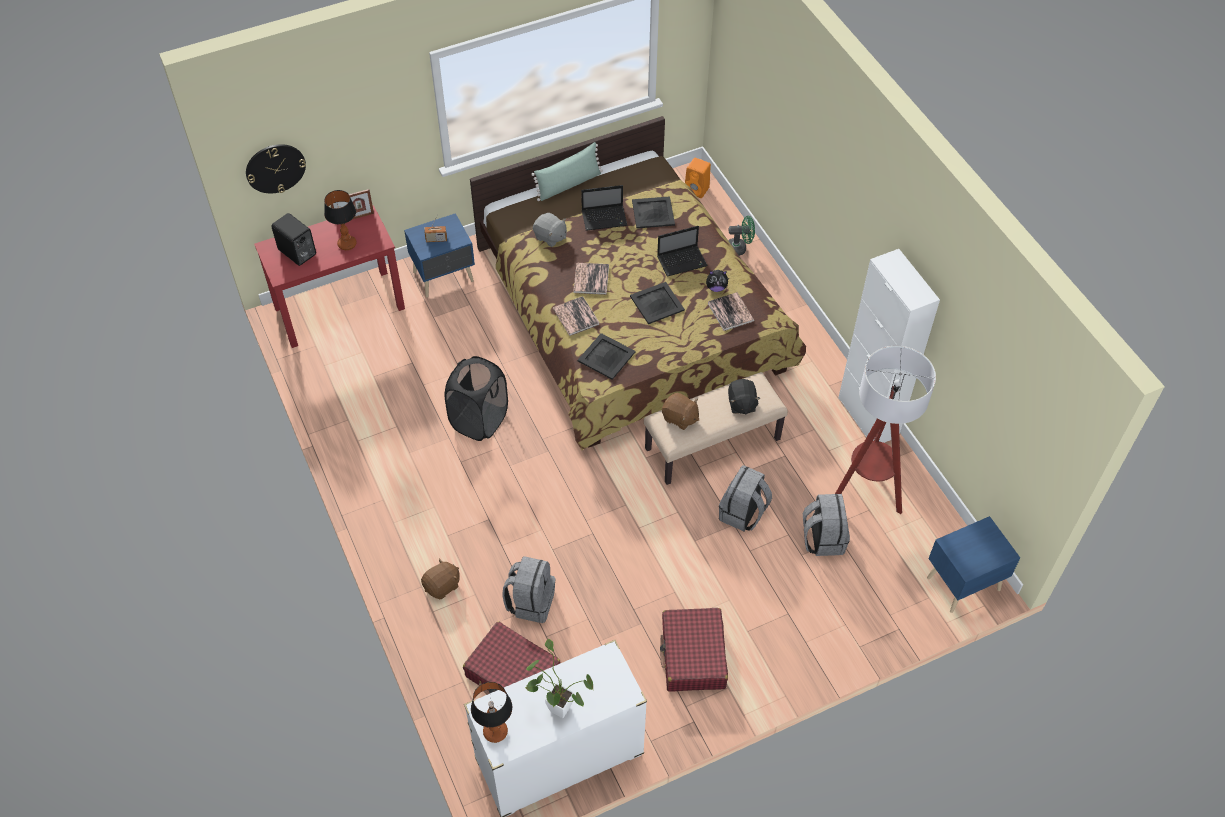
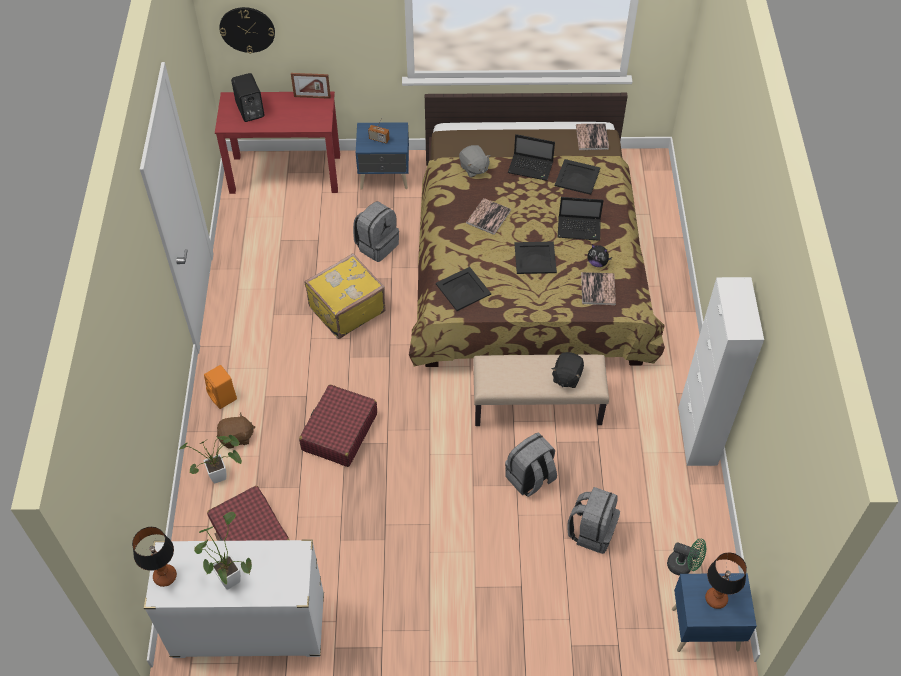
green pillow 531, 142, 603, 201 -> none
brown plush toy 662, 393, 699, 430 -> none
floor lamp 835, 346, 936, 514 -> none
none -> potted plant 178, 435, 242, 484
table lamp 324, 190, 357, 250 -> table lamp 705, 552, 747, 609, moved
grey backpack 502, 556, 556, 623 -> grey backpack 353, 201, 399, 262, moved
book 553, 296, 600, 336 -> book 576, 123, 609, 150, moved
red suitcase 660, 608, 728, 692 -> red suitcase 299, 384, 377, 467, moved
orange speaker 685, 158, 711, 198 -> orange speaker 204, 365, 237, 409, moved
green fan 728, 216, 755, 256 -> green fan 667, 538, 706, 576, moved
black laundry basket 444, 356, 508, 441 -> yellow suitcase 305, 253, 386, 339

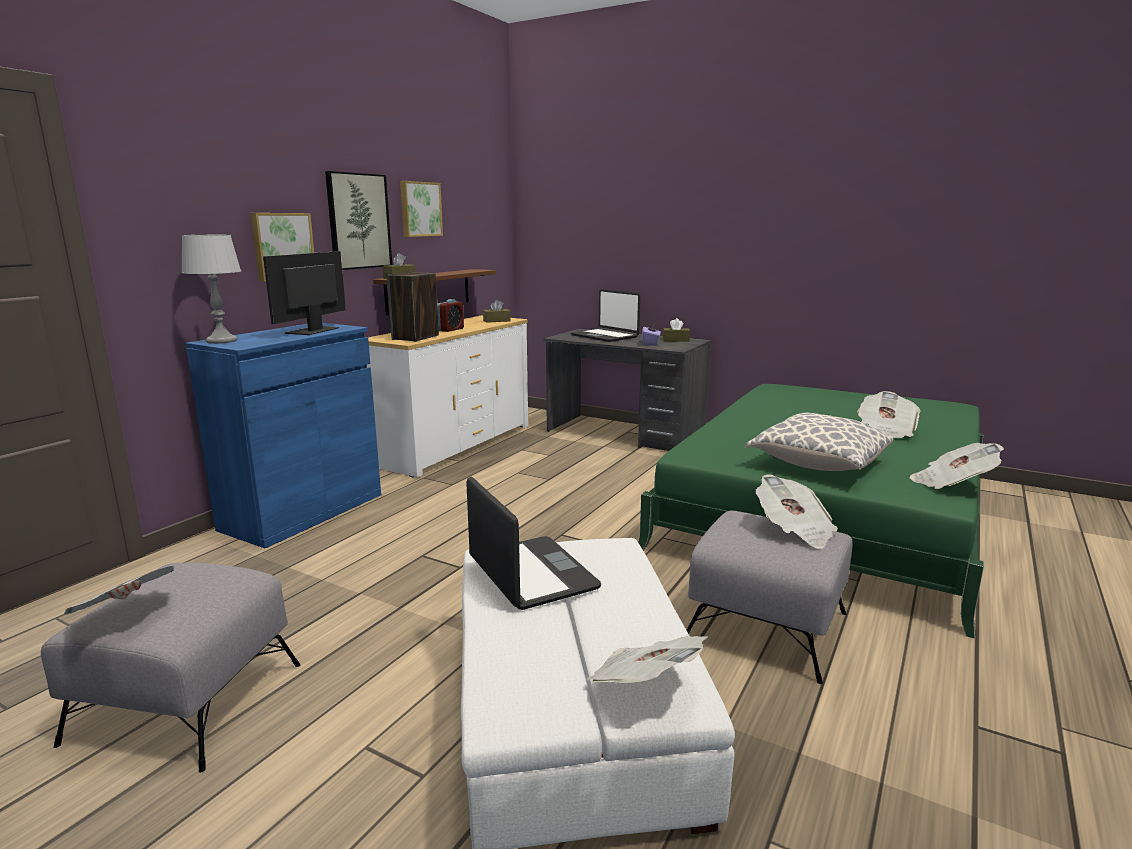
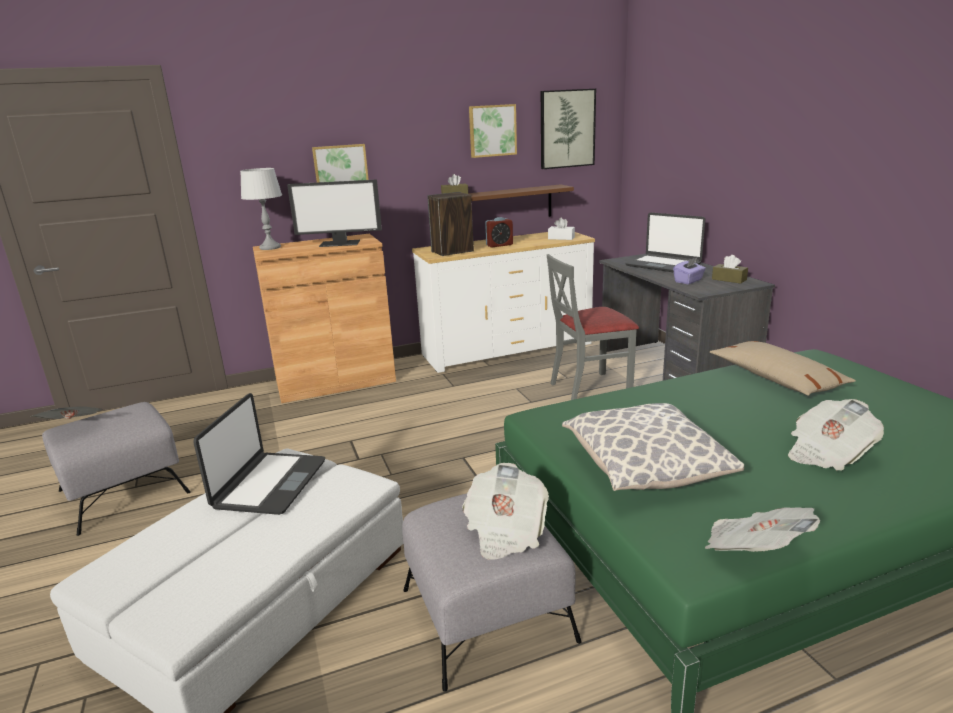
newspaper 586, 636, 708, 683 -> none
none -> grey chair 547, 254, 639, 400
none -> beige pillow 710, 341, 856, 396
picture 325, 171, 392, 270 -> picture 541, 89, 596, 169, moved
blue cabinet 186, 323, 381, 549 -> brown cabinet 253, 234, 396, 403
brown tissue box 483, 300, 510, 323 -> white tissue box 548, 218, 575, 240
monitor 263, 251, 346, 335 -> monitor 287, 179, 382, 247, 150 degrees counterclockwise
laptop 571, 289, 641, 342 -> laptop 625, 213, 705, 272, 45 degrees counterclockwise

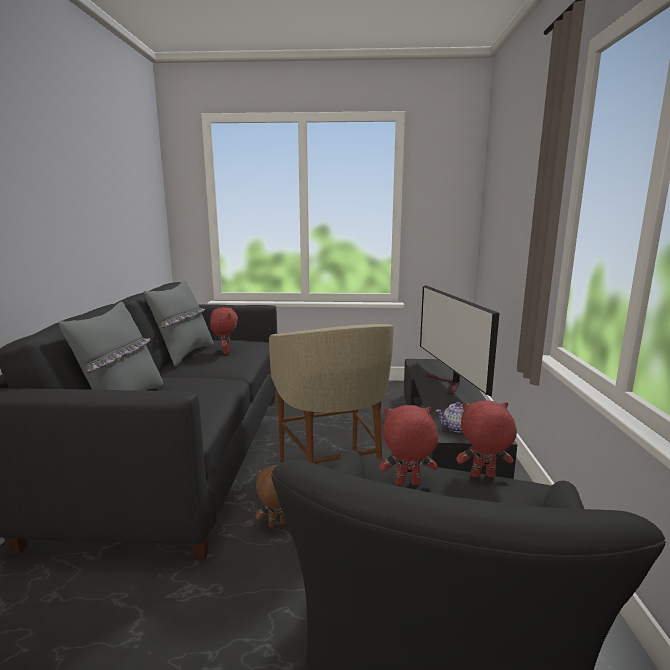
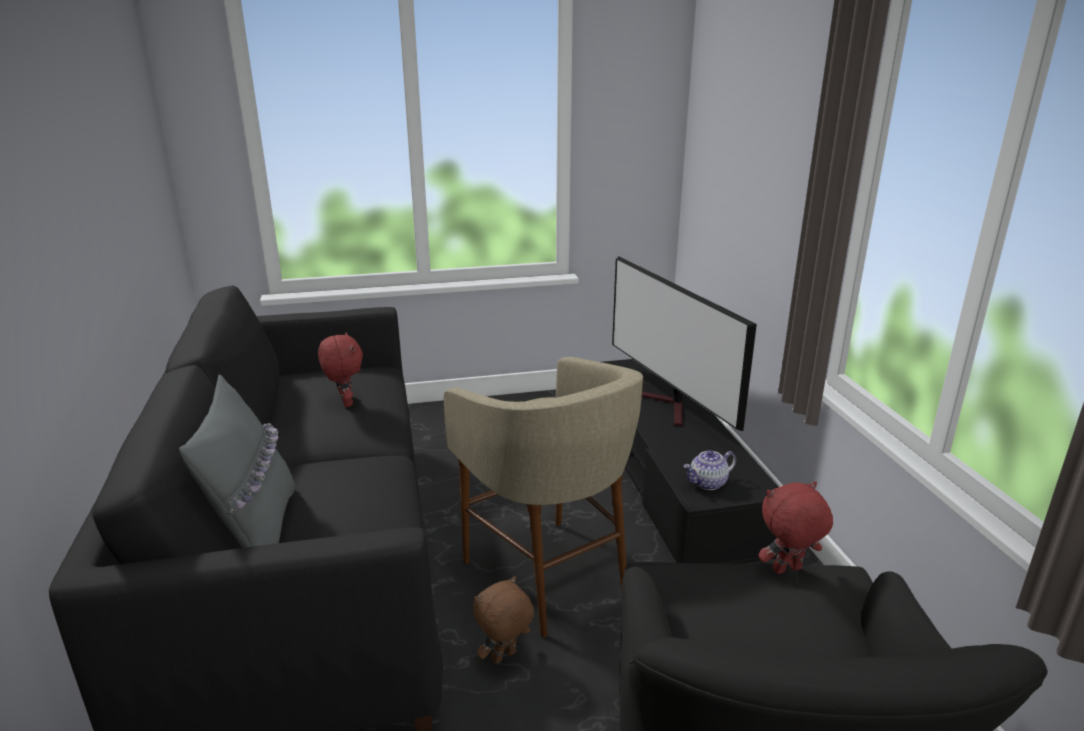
grey pillow 144, 281, 213, 366 -> none
red plush toy 379, 405, 438, 486 -> none

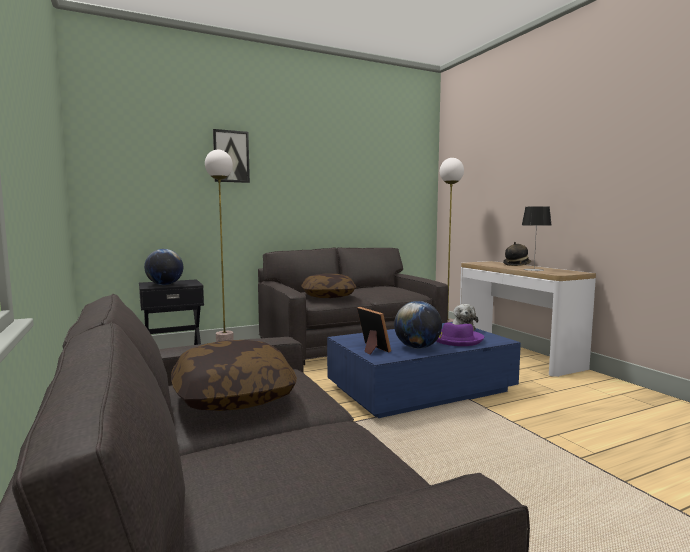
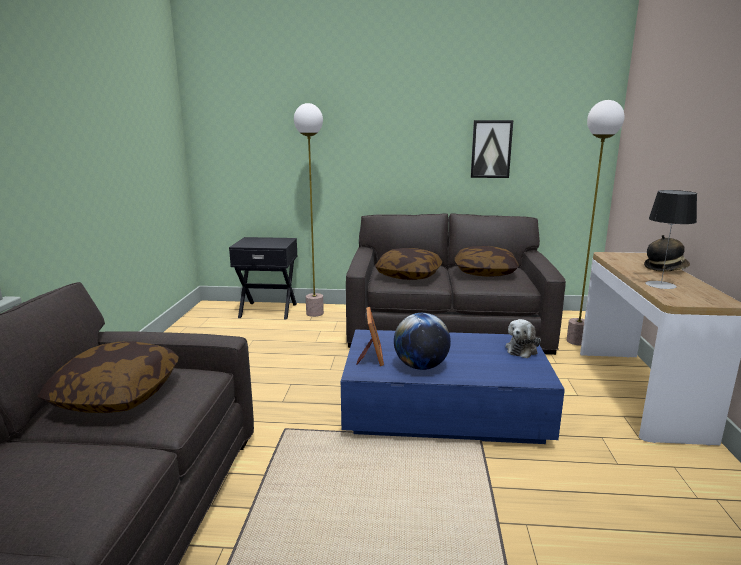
globe 144, 249, 183, 285 -> none
purple hat 436, 322, 484, 346 -> none
none -> pillow 455, 246, 519, 277
picture 213, 129, 250, 183 -> picture 471, 120, 513, 178, moved

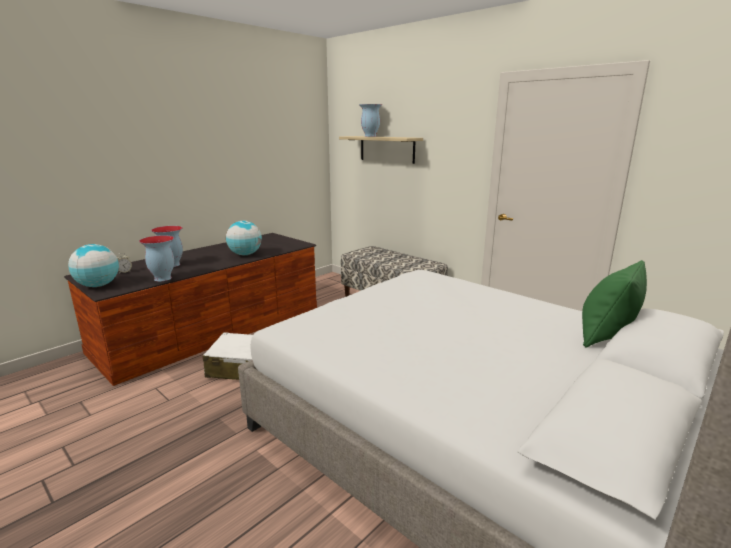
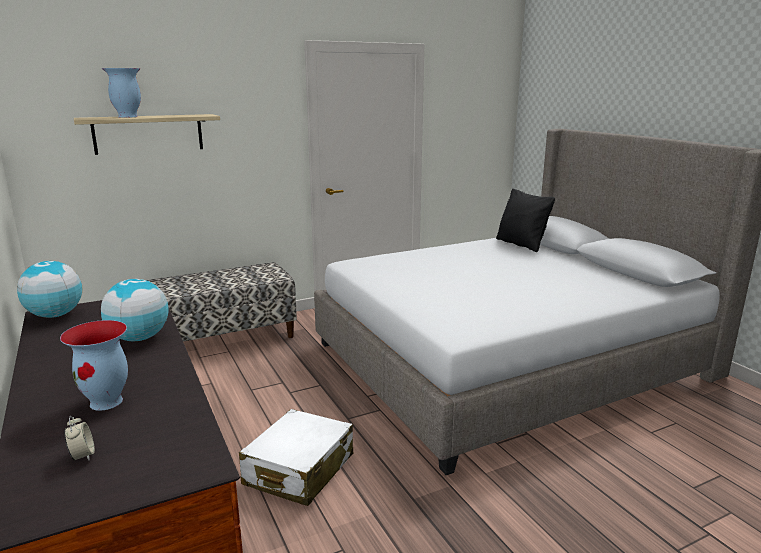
vase 139, 235, 174, 281 -> none
globe 68, 244, 119, 287 -> globe 17, 261, 83, 318, moved
green pillow 582, 260, 647, 348 -> black pillow 496, 189, 555, 252

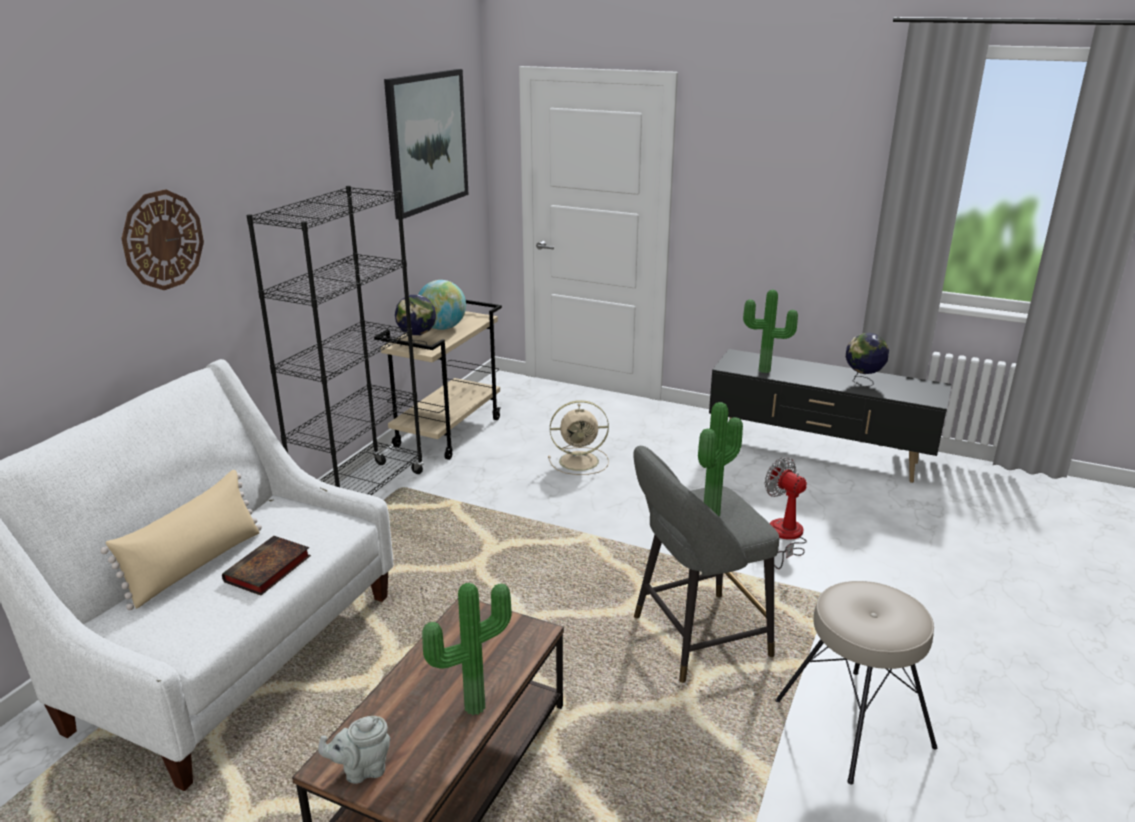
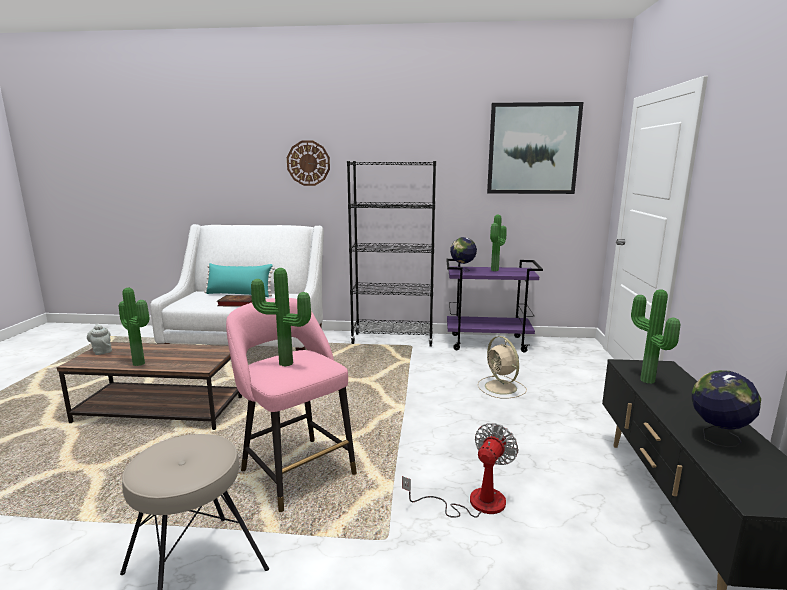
globe 418, 280, 466, 330 -> potted plant 490, 215, 507, 271
beige pillow 100, 470, 262, 610 -> turquoise pillow 204, 263, 275, 297
beige cart 374, 300, 502, 460 -> purple cart 446, 259, 543, 353
grey stool 633, 446, 779, 683 -> pink stool 226, 298, 357, 512

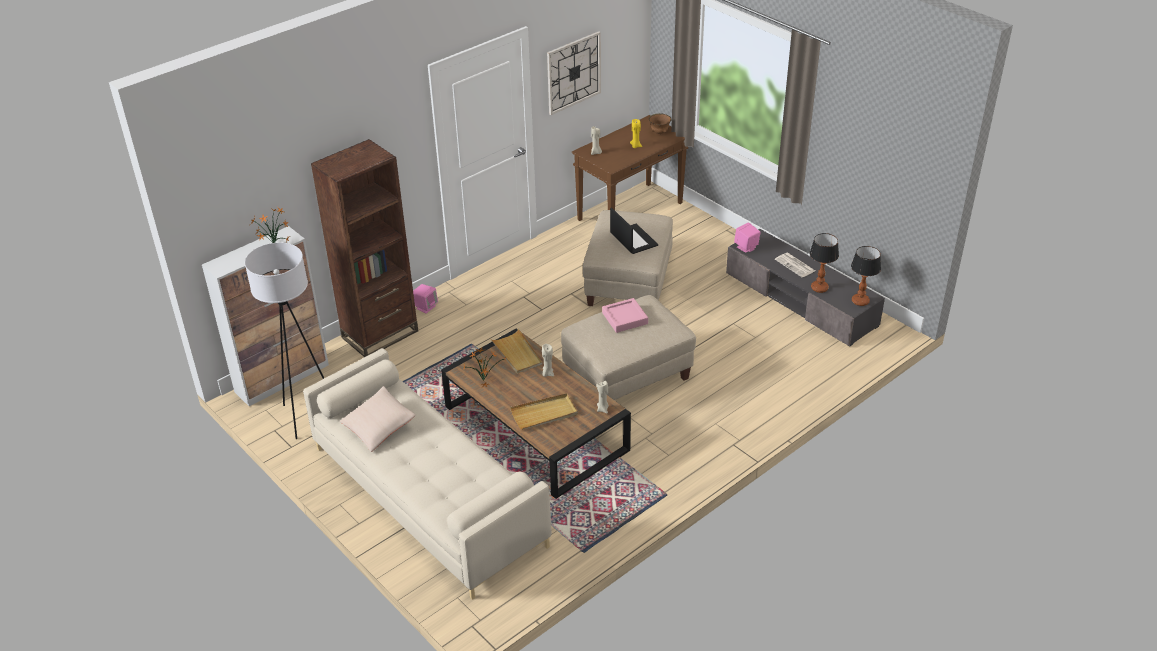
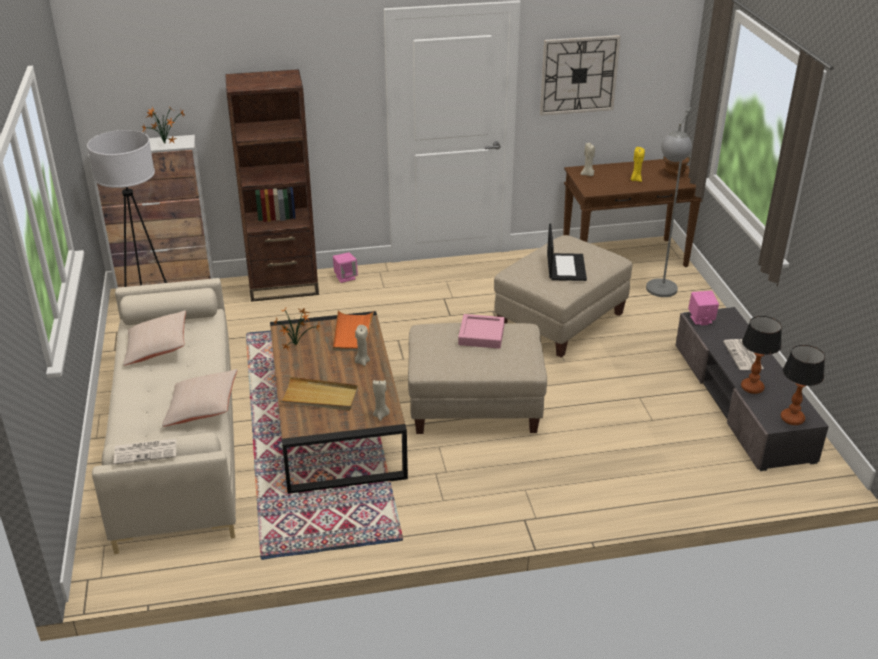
none -> newspaper 114, 438, 177, 465
none -> beige pillow 162, 369, 237, 427
none -> grey floor lamp 646, 107, 692, 297
beige tray 490, 329, 542, 374 -> orange tray 333, 310, 374, 351

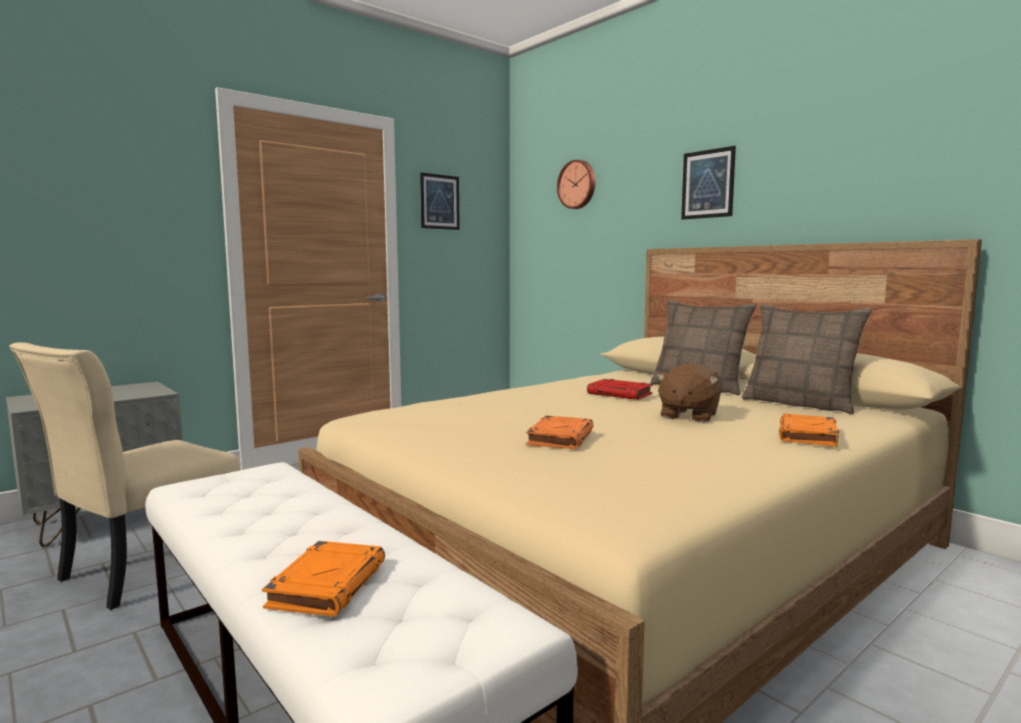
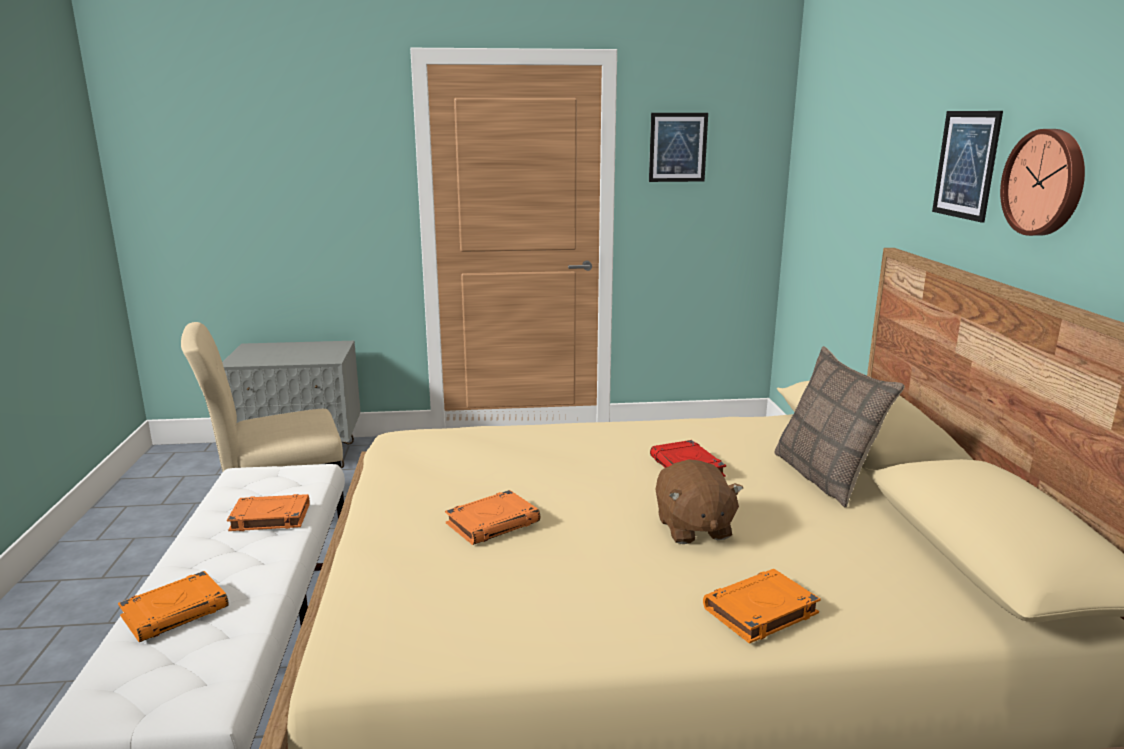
pillow 742, 304, 872, 414 -> none
none -> orange book 227, 494, 309, 531
wall clock 557, 160, 596, 209 -> wall clock 1000, 129, 1085, 236, moved
brown plush toy 656, 363, 721, 423 -> brown plush toy 656, 459, 743, 544, 75 degrees counterclockwise

